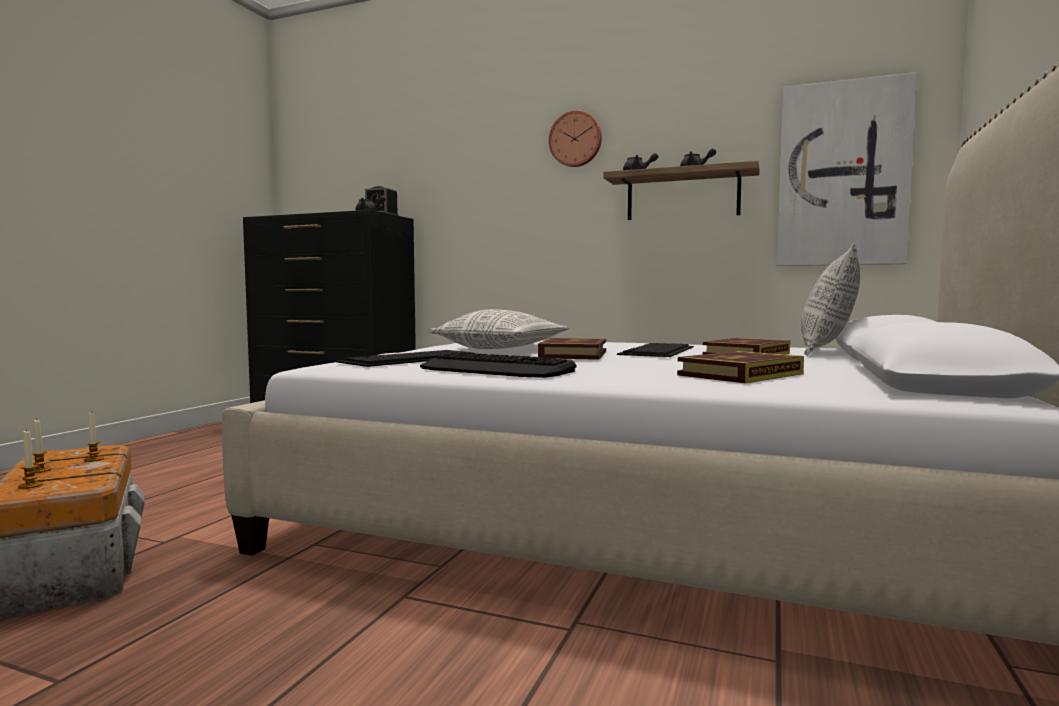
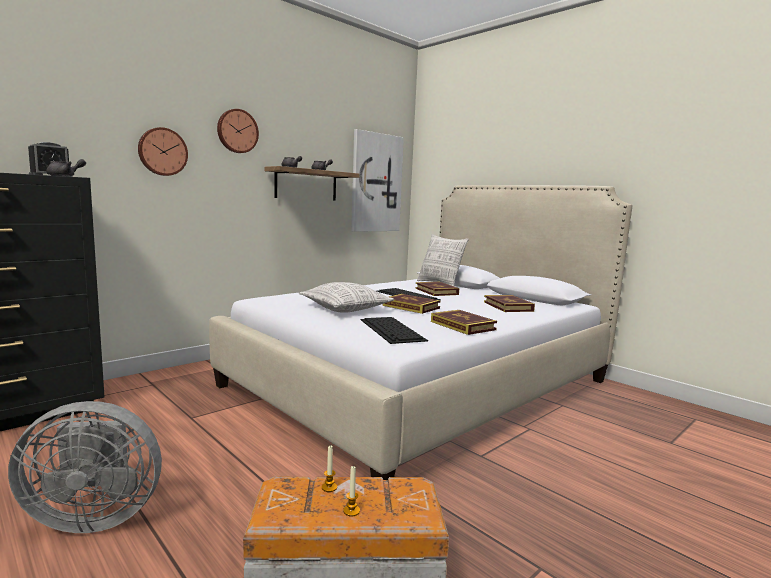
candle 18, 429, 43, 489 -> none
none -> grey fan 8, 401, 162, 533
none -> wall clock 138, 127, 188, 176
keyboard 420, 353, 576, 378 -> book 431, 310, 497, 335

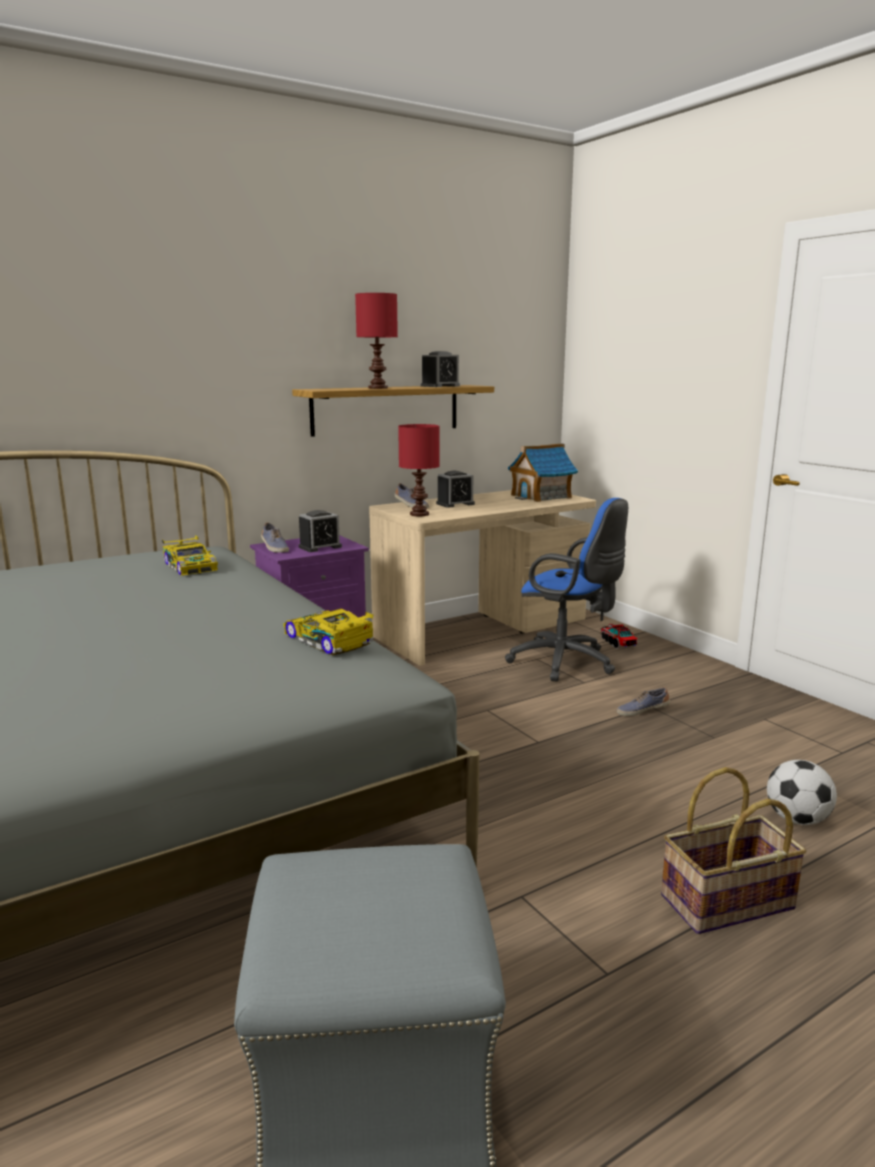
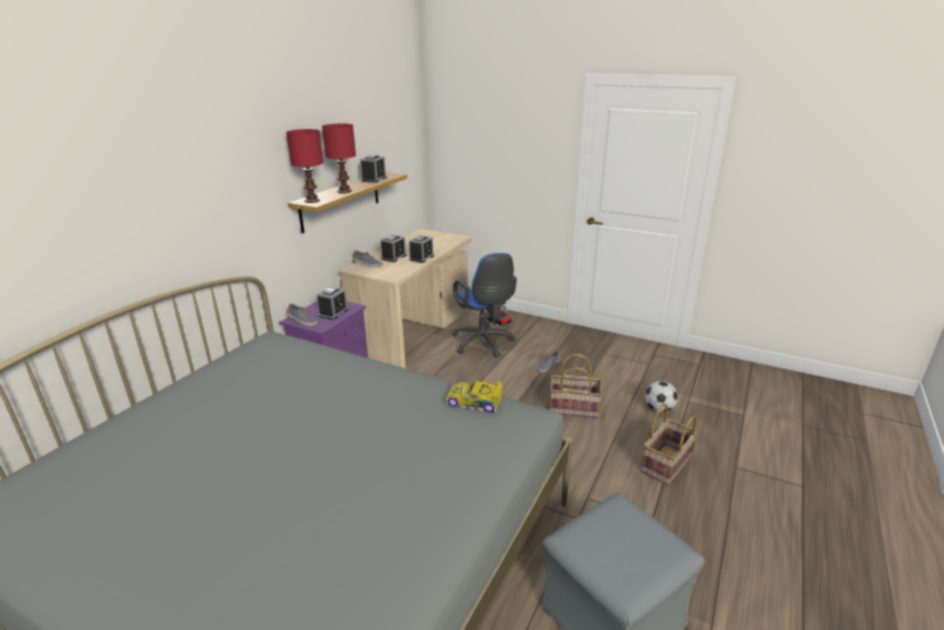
toy car 162, 535, 218, 576 -> none
toy house 508, 443, 578, 502 -> none
none -> alarm clock 409, 235, 434, 263
none -> basket 550, 354, 602, 418
red table lamp 398, 424, 439, 516 -> red table lamp 286, 129, 323, 203, moved
blue office chair 505, 498, 628, 682 -> blue office chair 452, 253, 517, 357, 60 degrees clockwise

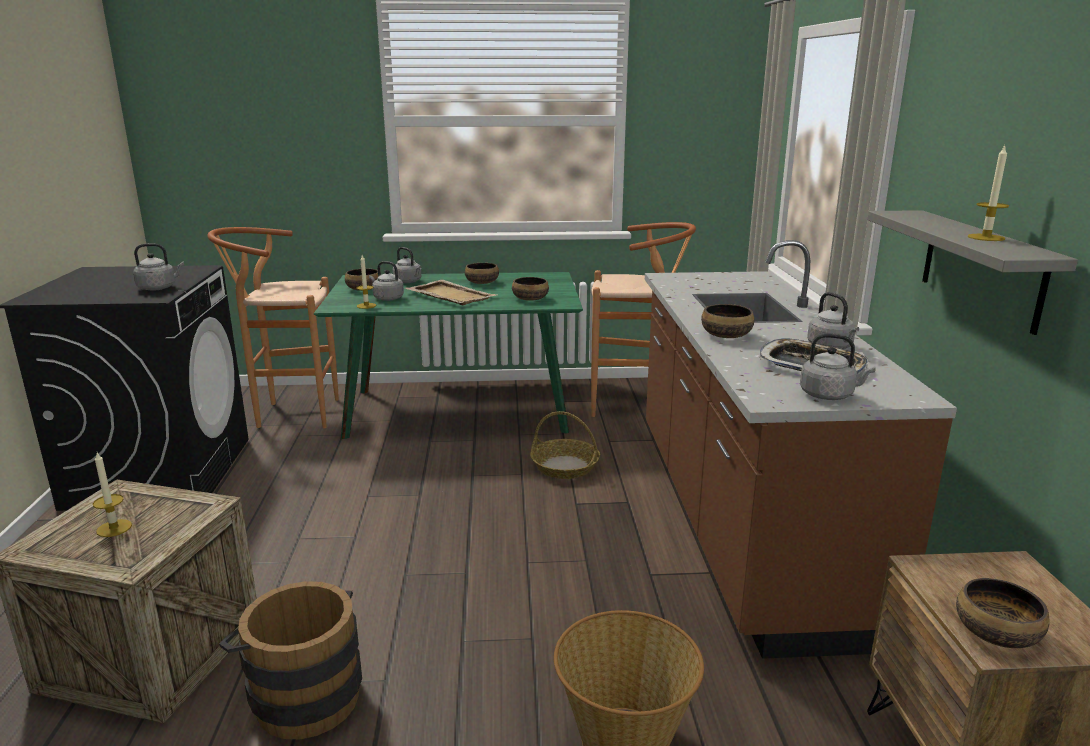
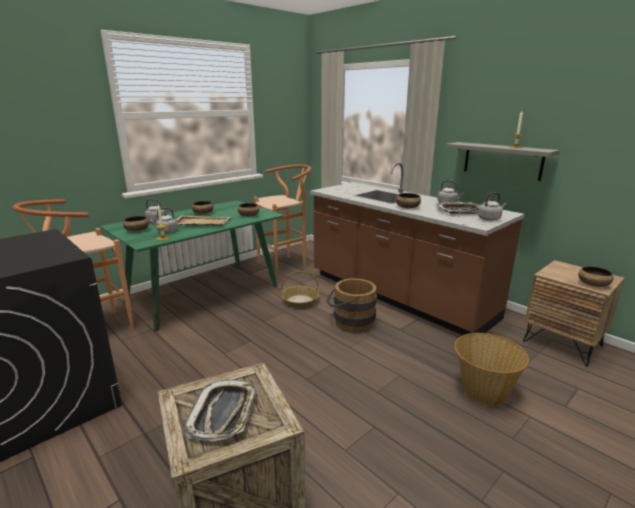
grey kettle 133, 243, 184, 291 -> none
brown bucket 219, 581, 362, 739 -> brown bucket 327, 278, 377, 333, moved
candle 93, 453, 132, 537 -> tray 184, 379, 257, 441

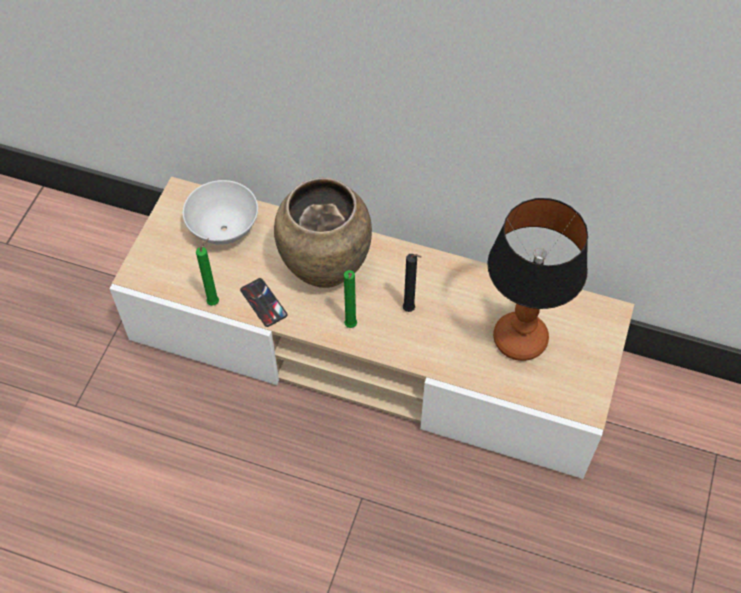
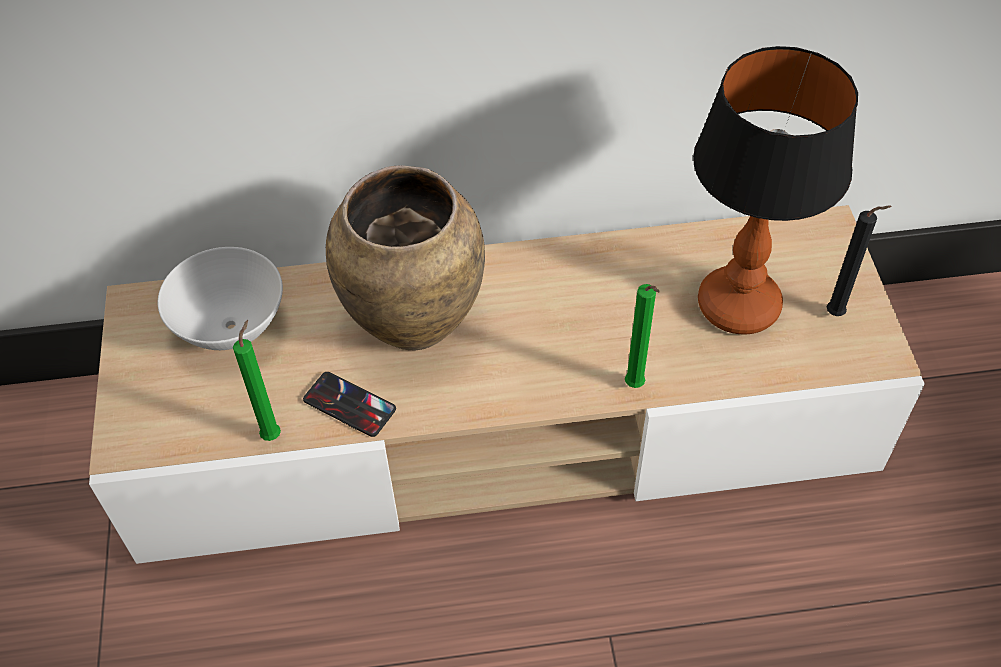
green candle 344, 270, 357, 328 -> green candle 625, 284, 660, 388, moved
black candle 403, 254, 422, 312 -> black candle 827, 205, 892, 316, moved

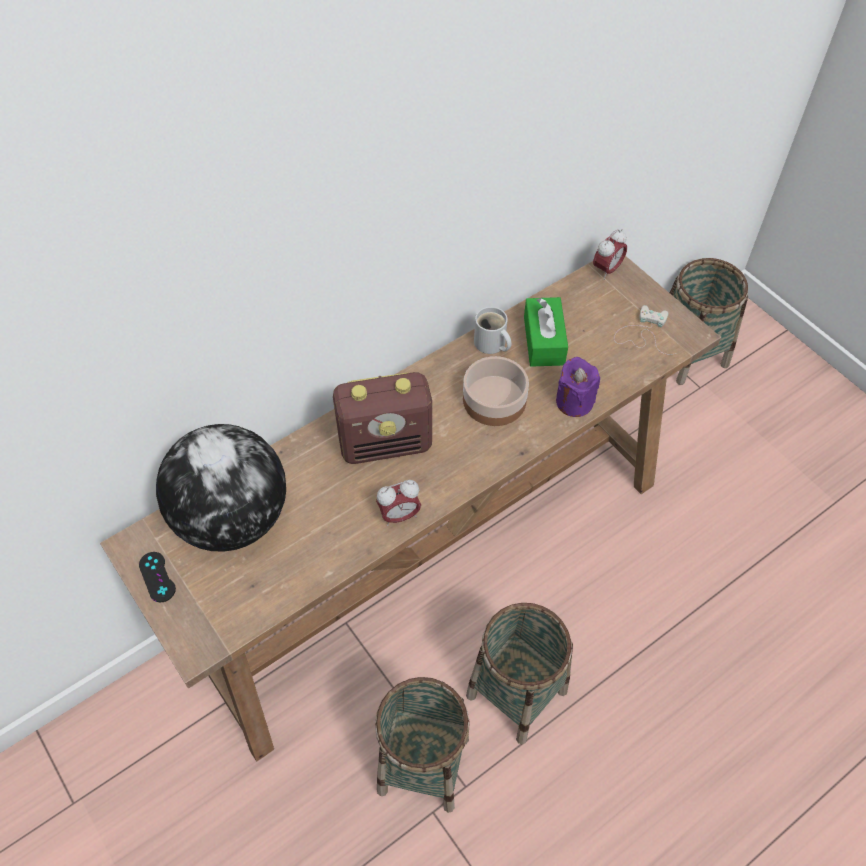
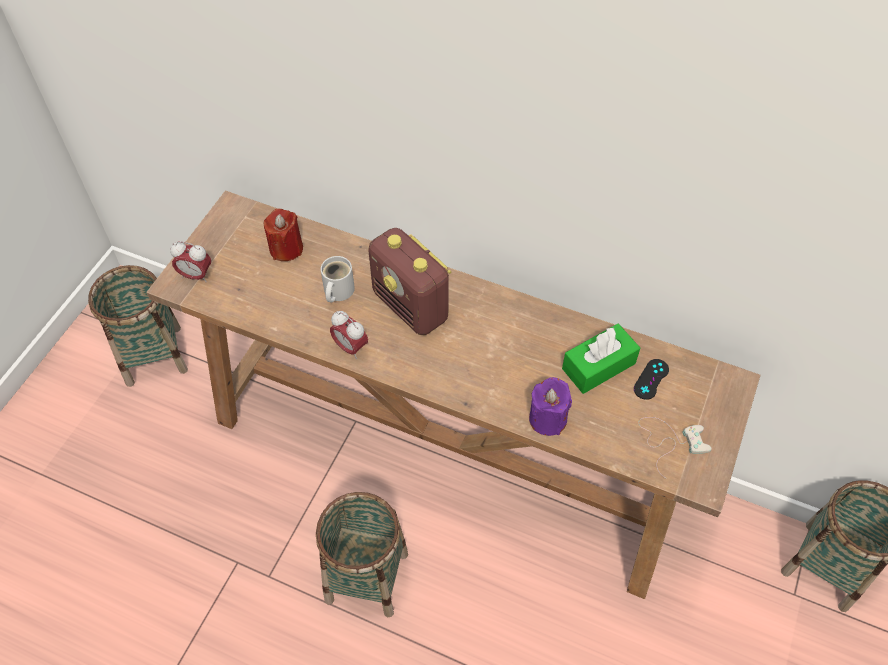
bowl 463, 356, 529, 426 -> none
black game controller 139, 552, 176, 602 -> black game controller 634, 359, 669, 400, moved
basket 375, 677, 470, 813 -> basket 88, 265, 188, 387, moved
white mug 474, 307, 511, 354 -> white mug 321, 256, 355, 303, moved
alarm clock 593, 229, 627, 280 -> alarm clock 170, 241, 211, 282, moved
globe 156, 424, 286, 552 -> red candle 264, 209, 303, 261

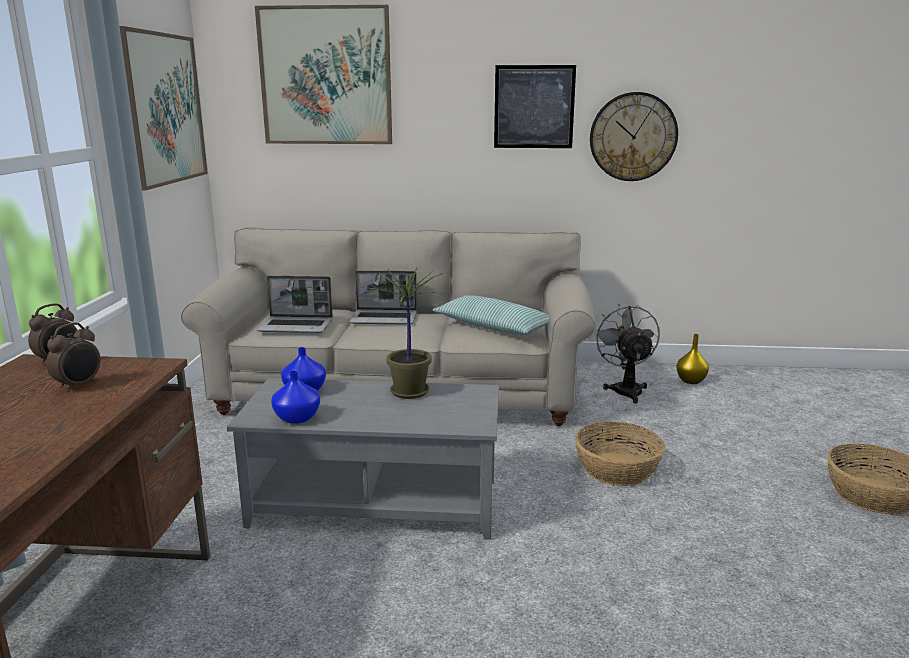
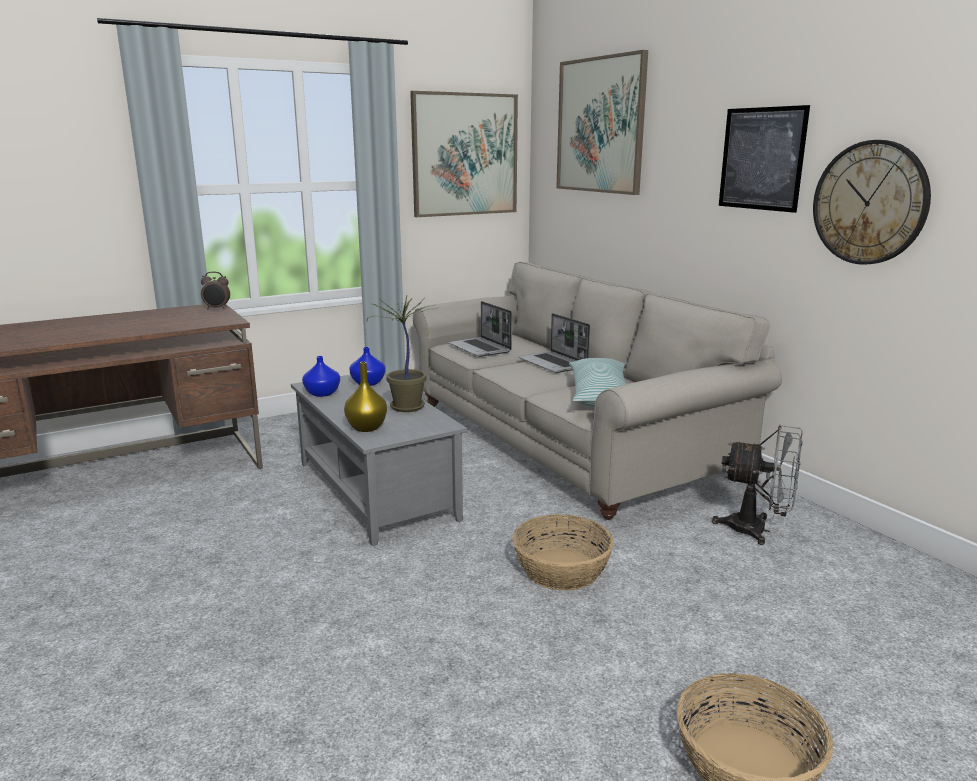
alarm clock 46, 323, 101, 392 -> none
yellow vase 676, 334, 709, 384 -> yellow vase 344, 362, 387, 432, moved
grey fan 595, 304, 660, 403 -> grey fan 712, 425, 803, 545, 60 degrees clockwise

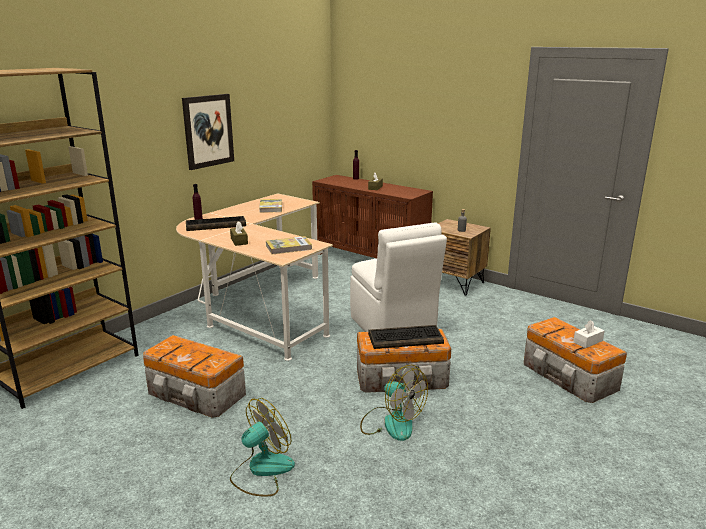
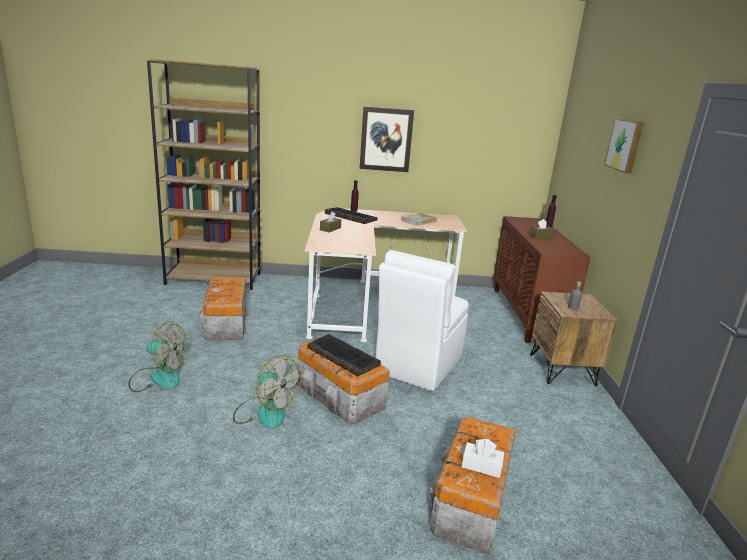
book 266, 236, 312, 255 -> none
none -> picture 604, 118, 644, 174
fan 360, 365, 428, 441 -> fan 233, 355, 301, 429, 60 degrees counterclockwise

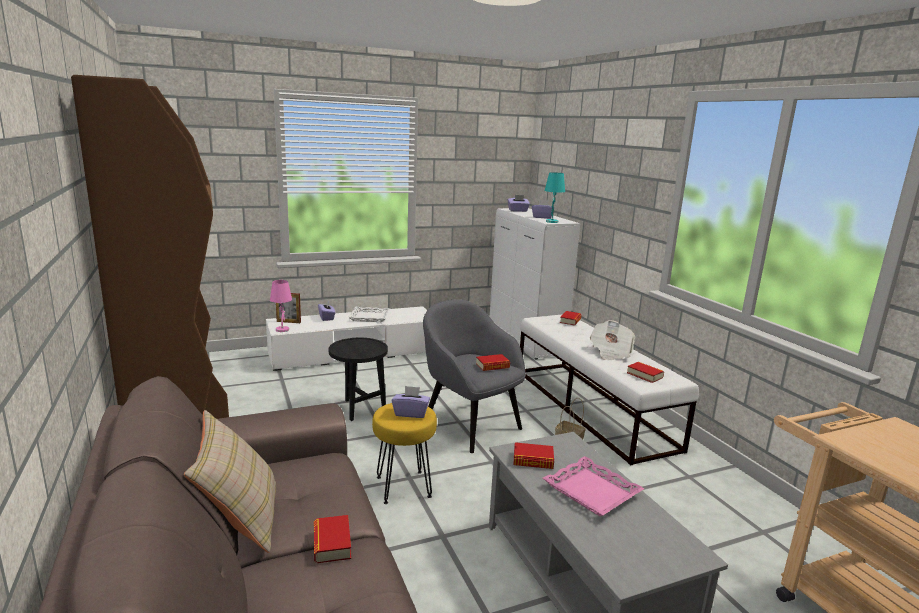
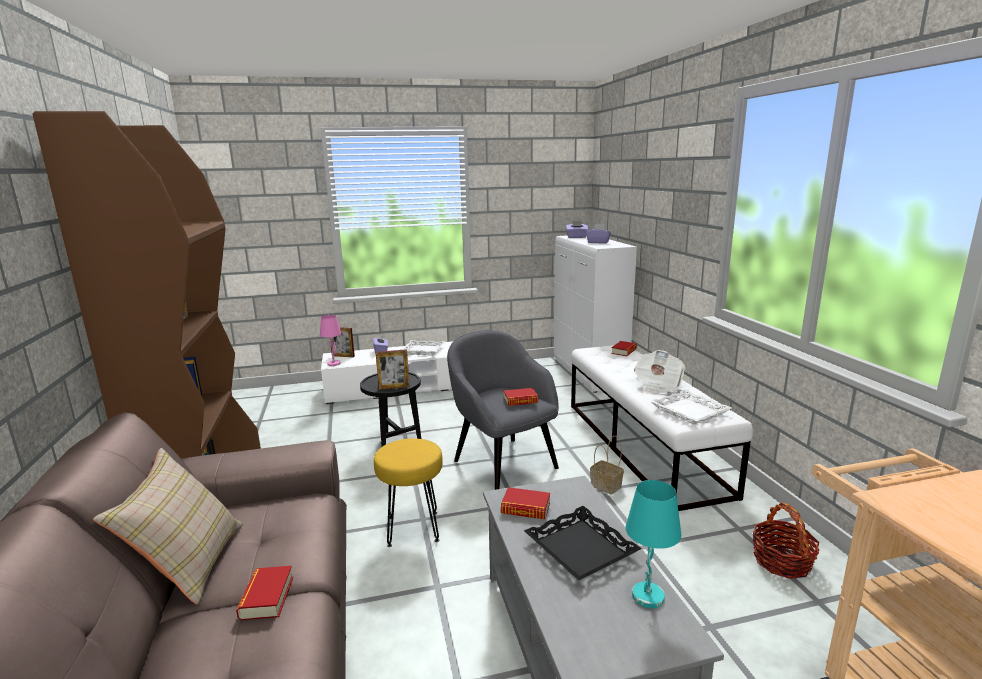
purple tissue box 392, 386, 430, 418 -> none
none -> picture frame 376, 349, 410, 390
none -> basket 752, 502, 819, 579
turquoise table lamp 545, 172, 565, 223 -> turquoise table lamp 626, 480, 681, 608, moved
book 627, 362, 664, 383 -> white tray 650, 390, 732, 425
pink tray 543, 456, 644, 516 -> black tray 524, 506, 642, 580

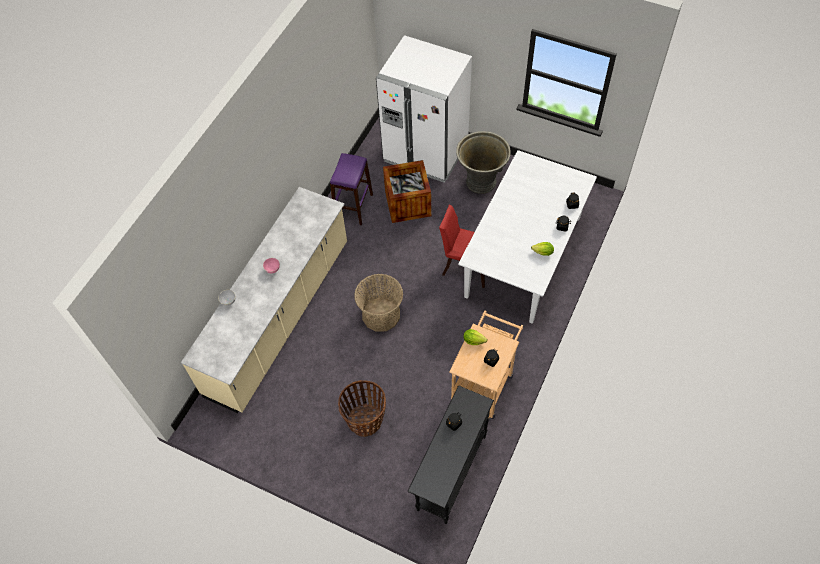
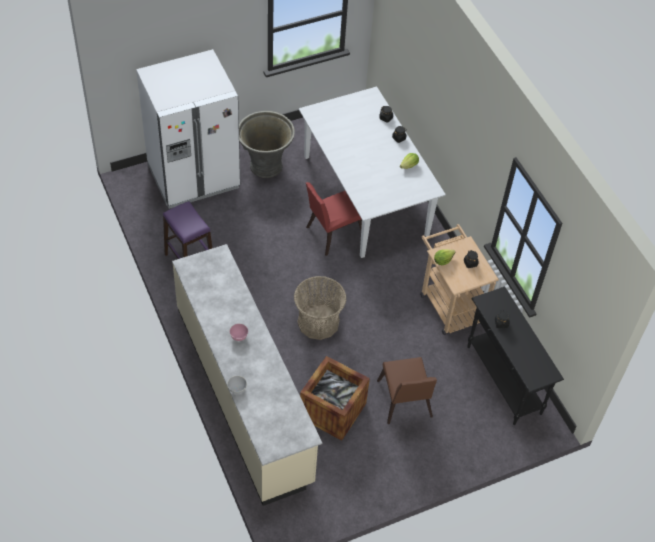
crate 383, 160, 431, 223 -> crate 300, 356, 370, 441, moved
basket 338, 380, 386, 437 -> brown chair 377, 357, 437, 424

